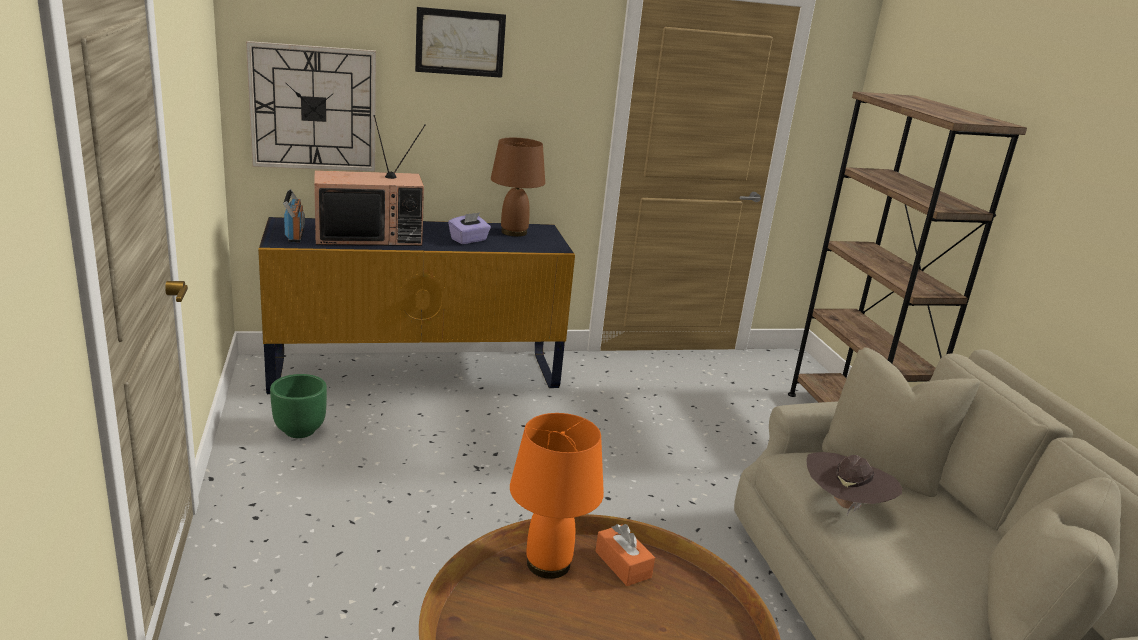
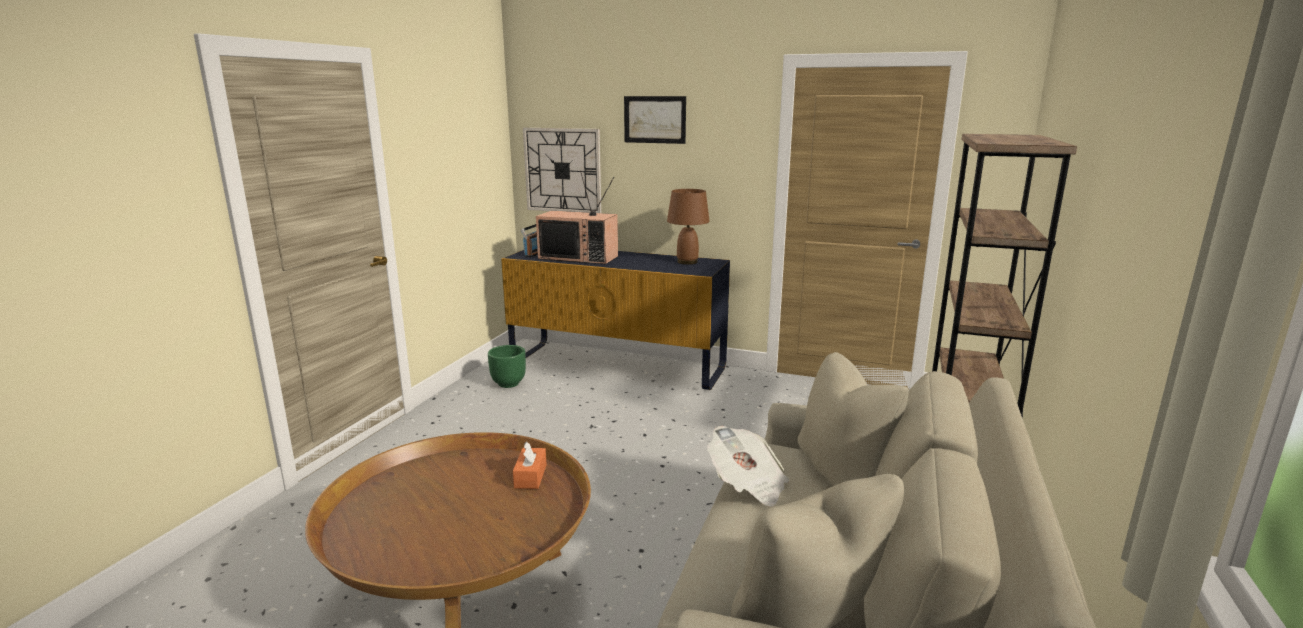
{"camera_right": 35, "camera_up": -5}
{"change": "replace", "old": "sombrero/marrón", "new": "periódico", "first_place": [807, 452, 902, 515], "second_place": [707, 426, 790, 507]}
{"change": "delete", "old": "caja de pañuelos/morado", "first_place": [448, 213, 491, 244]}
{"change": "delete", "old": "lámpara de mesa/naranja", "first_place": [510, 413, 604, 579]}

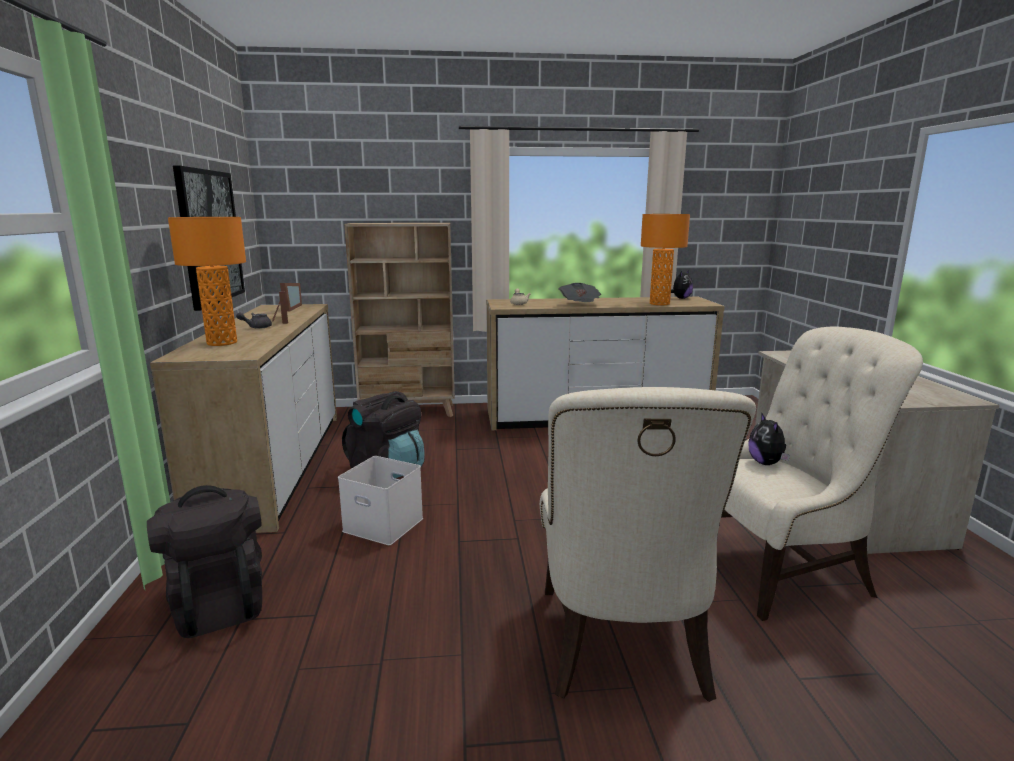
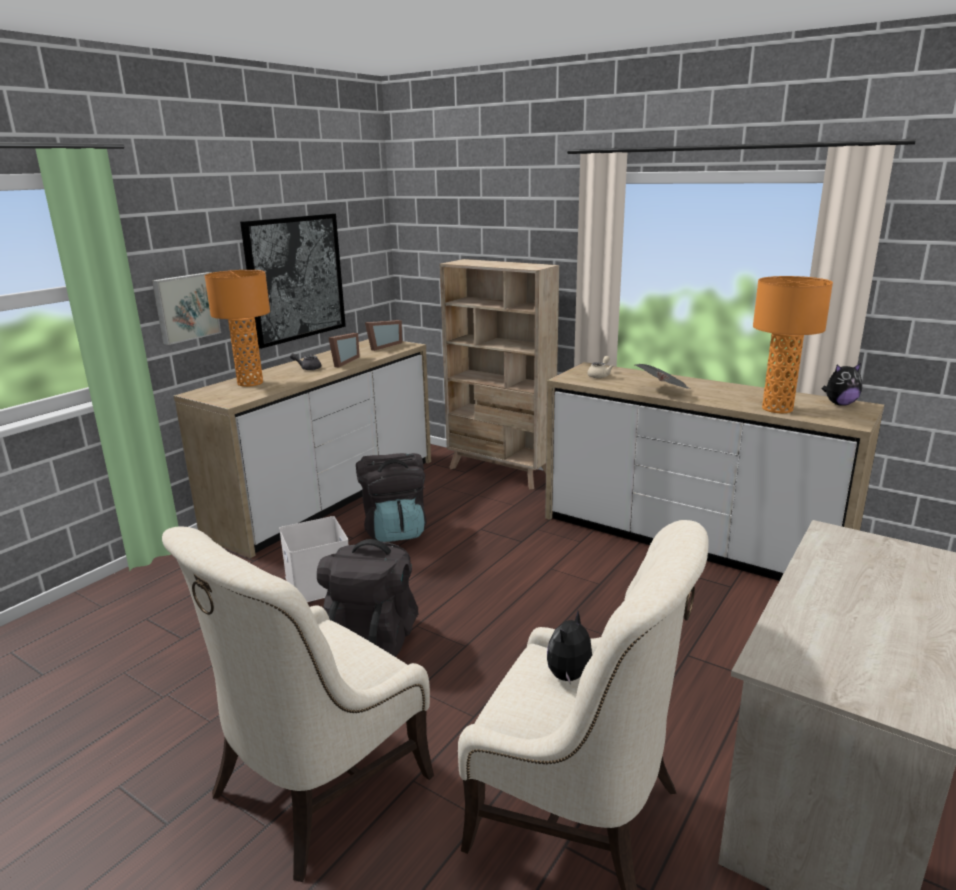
{"camera_right": 40, "camera_up": 5}
{"change": "insert", "new": "cuadro", "second_place": [152, 272, 221, 345]}
{"change": "move", "old": "mochila/negro", "first_place": [147, 485, 262, 638], "second_place": [317, 539, 418, 657]}

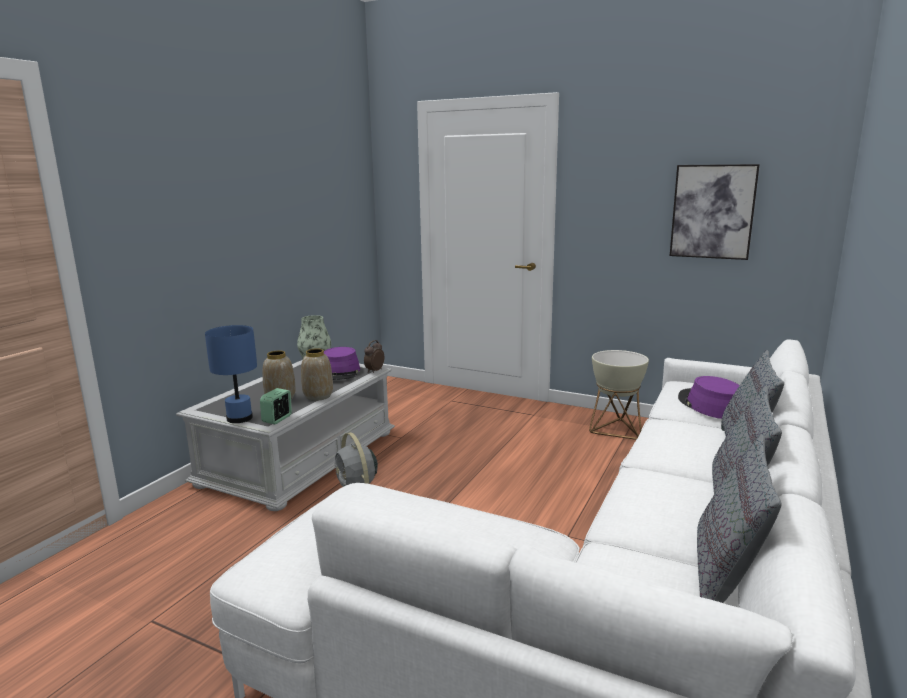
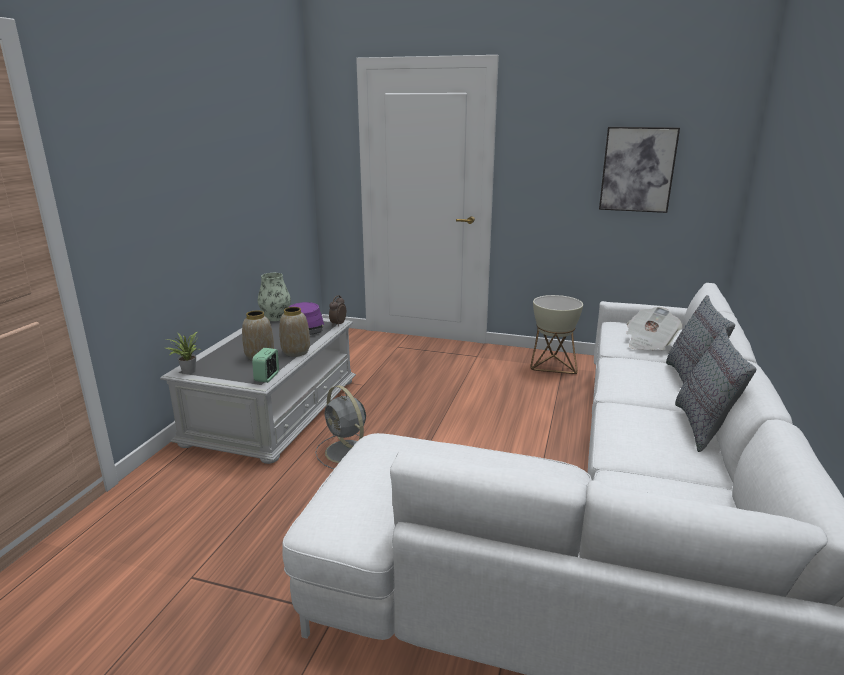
{"camera_right": -10, "camera_up": 5}
{"change": "insert", "new": "planta en maceta", "second_place": [165, 332, 201, 374]}
{"change": "replace", "old": "sombrero/morado", "new": "periódico", "first_place": [678, 376, 740, 419], "second_place": [626, 307, 682, 350]}
{"change": "delete", "old": "lámpara de mesa/azul", "first_place": [205, 325, 257, 423]}
{"change": "delete", "old": "cojín/gris", "first_place": [697, 434, 781, 603]}

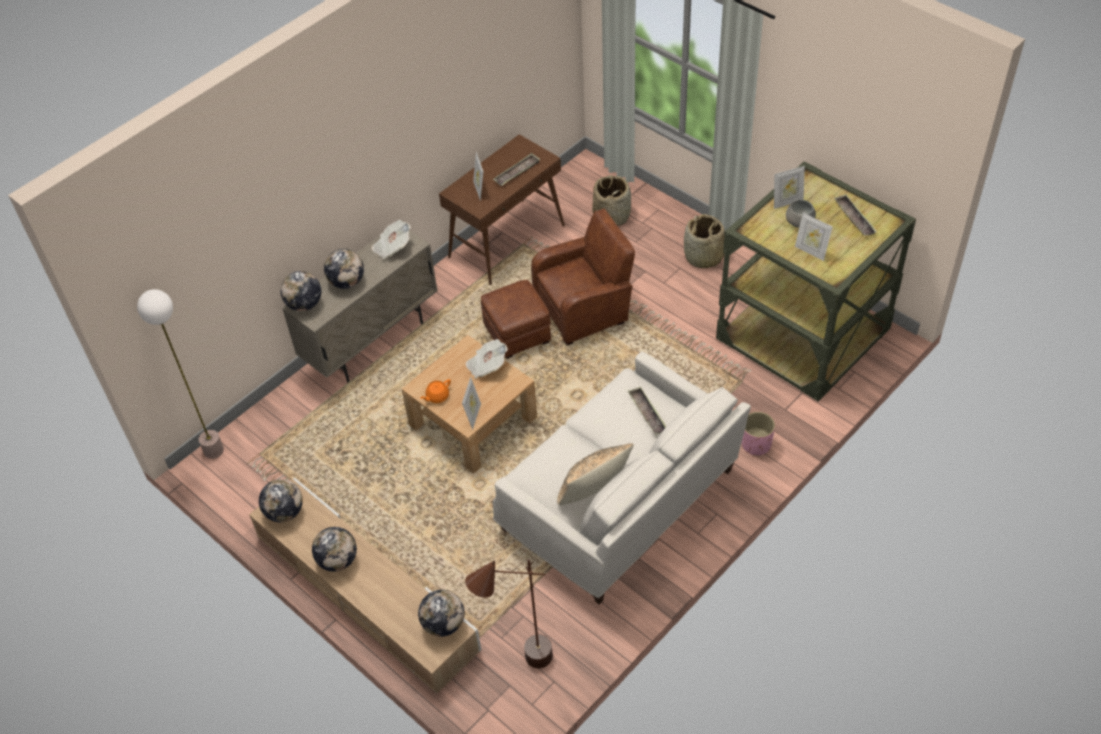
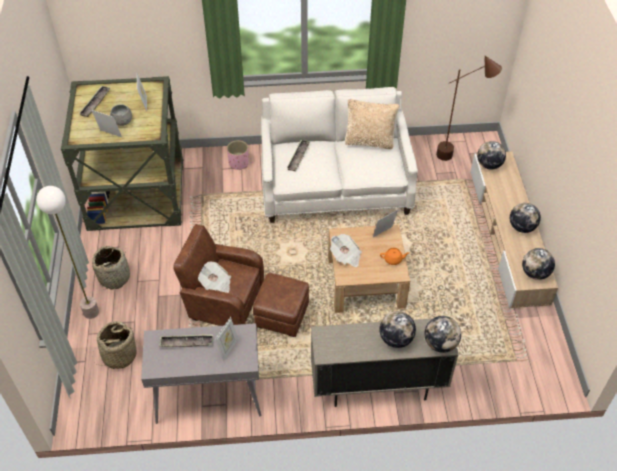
{"camera_right": -140, "camera_up": 0}
{"change": "move", "old": "lámpara de pie", "first_place": [137, 289, 224, 459], "second_place": [36, 186, 99, 319]}
{"change": "recolor", "old": "mesa consola/marrón", "new": "mesa consola/gris", "first_place": [439, 134, 565, 285], "second_place": [141, 323, 261, 424]}
{"change": "move", "old": "periódico", "first_place": [371, 220, 411, 259], "second_place": [198, 262, 231, 293]}

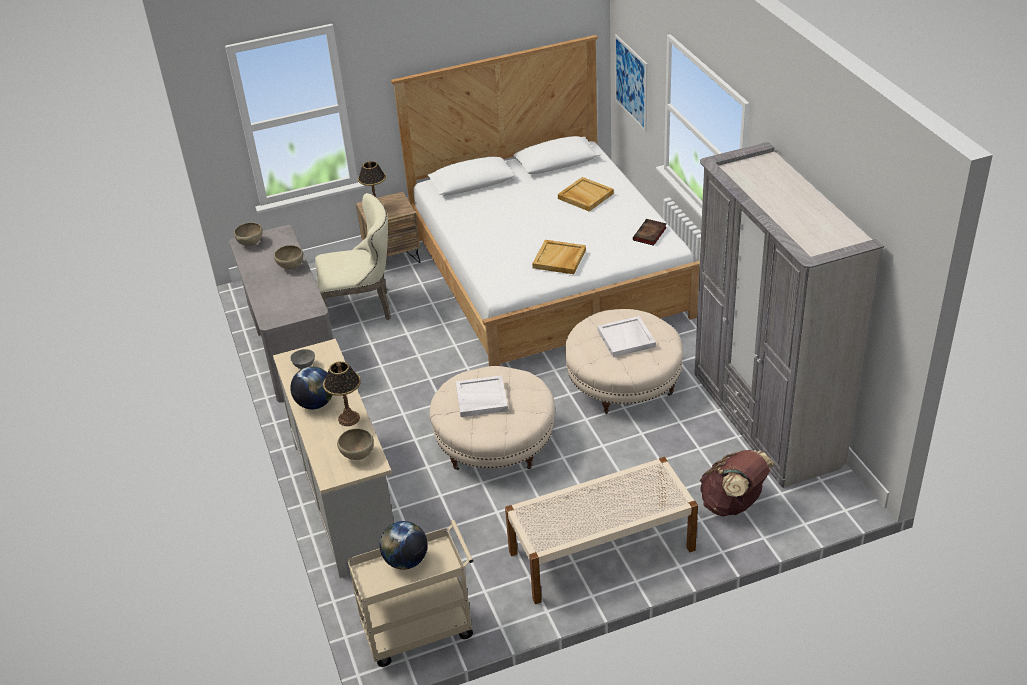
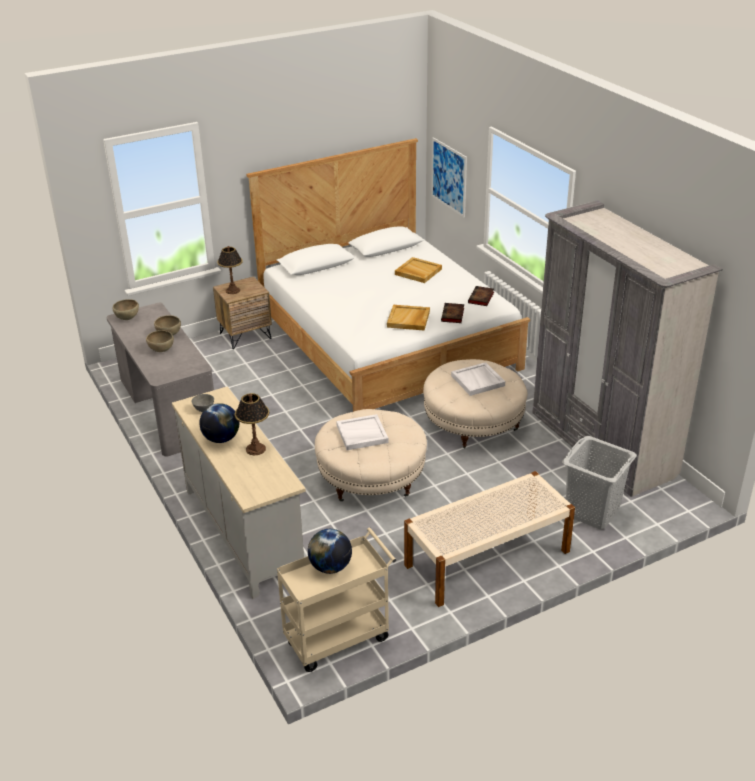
{"camera_right": -10, "camera_up": -5}
{"change": "move", "old": "cuenco/marrón", "first_place": [337, 428, 374, 460], "second_place": [146, 330, 174, 352]}
{"change": "insert", "new": "libro", "second_place": [441, 303, 464, 323]}
{"change": "replace", "old": "mochila/marrón", "new": "cesto de la ropa/gris", "first_place": [700, 450, 776, 517], "second_place": [562, 436, 637, 530]}
{"change": "delete", "old": "silla/beis", "first_place": [315, 193, 391, 320]}

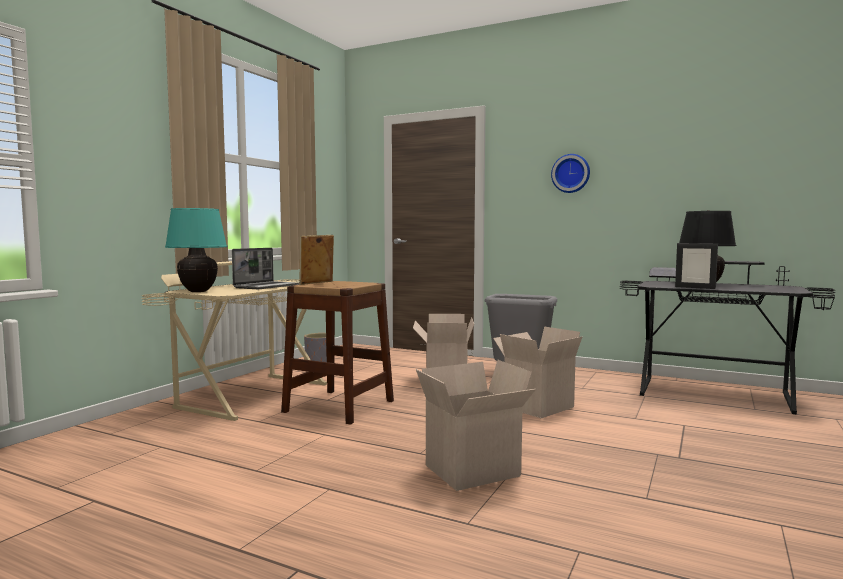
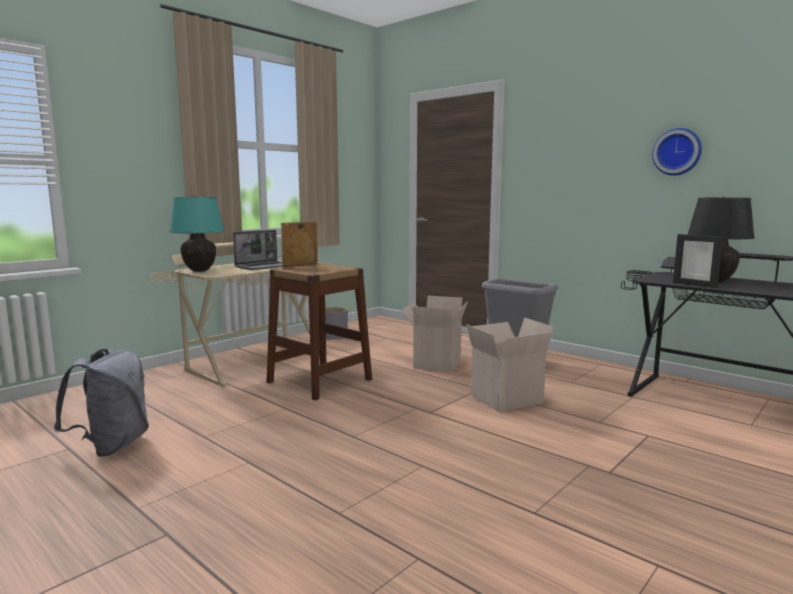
{"camera_right": 15, "camera_up": 5}
{"change": "insert", "new": "mochila/gris", "second_place": [54, 349, 149, 457]}
{"change": "move", "old": "reloj de pared", "first_place": [551, 154, 590, 193], "second_place": [652, 128, 702, 176]}
{"change": "delete", "old": "caja de cartón", "first_place": [416, 360, 536, 491]}

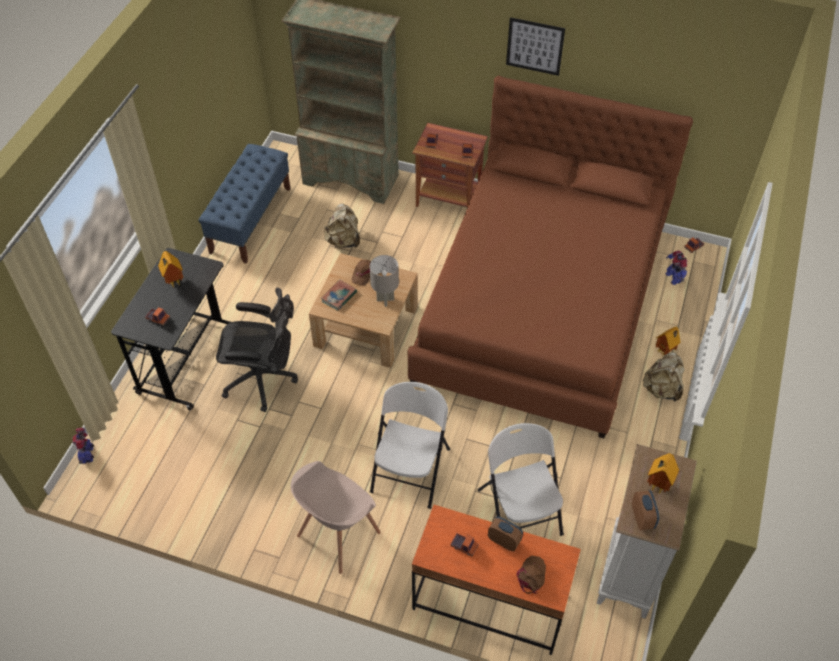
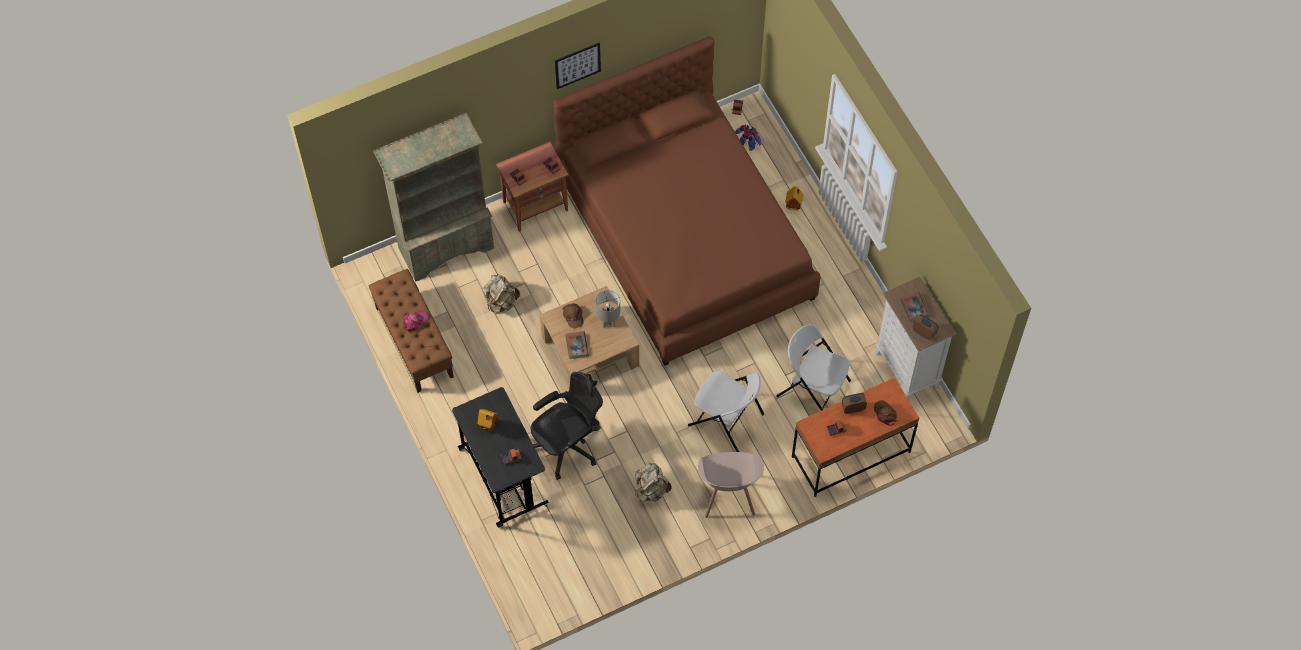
{"camera_right": -45, "camera_up": 10}
{"change": "recolor", "old": "banco/azul", "new": "banco/marrón", "first_place": [198, 144, 290, 264], "second_place": [369, 269, 454, 393]}
{"change": "insert", "new": "gorra/rosa", "second_place": [403, 311, 429, 332]}
{"change": "move", "old": "mochila/beis", "first_place": [642, 352, 685, 402], "second_place": [635, 462, 672, 502]}
{"change": "rotate", "old": "silla/blanco", "first_place": [370, 382, 450, 509], "second_place": [688, 371, 764, 452], "degrees": 150}
{"change": "replace", "old": "casita", "new": "libro", "first_place": [647, 453, 679, 493], "second_place": [900, 292, 929, 322]}
{"change": "delete", "old": "robot de juguete", "first_place": [73, 428, 94, 464]}

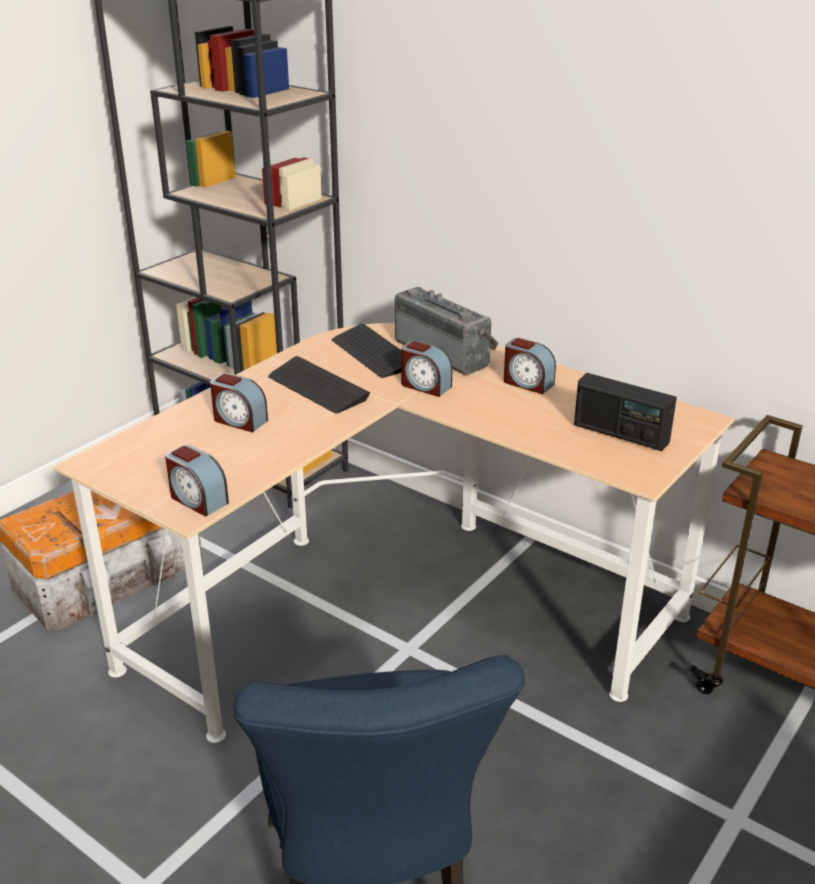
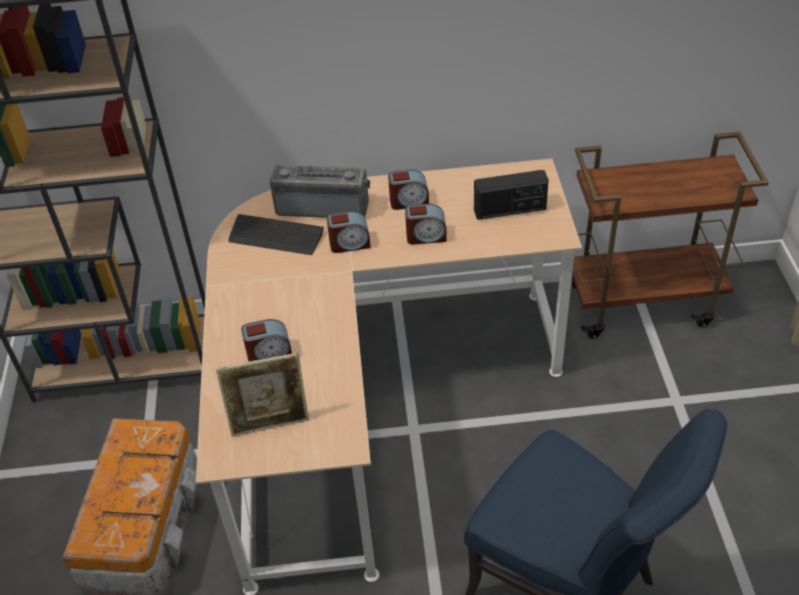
{"camera_right": -40, "camera_up": 15}
{"change": "insert", "new": "portarretratos", "second_place": [216, 353, 309, 437]}
{"change": "move", "old": "despertador", "first_place": [165, 445, 229, 517], "second_place": [405, 204, 447, 244]}
{"change": "delete", "old": "teclado", "first_place": [268, 356, 370, 414]}

